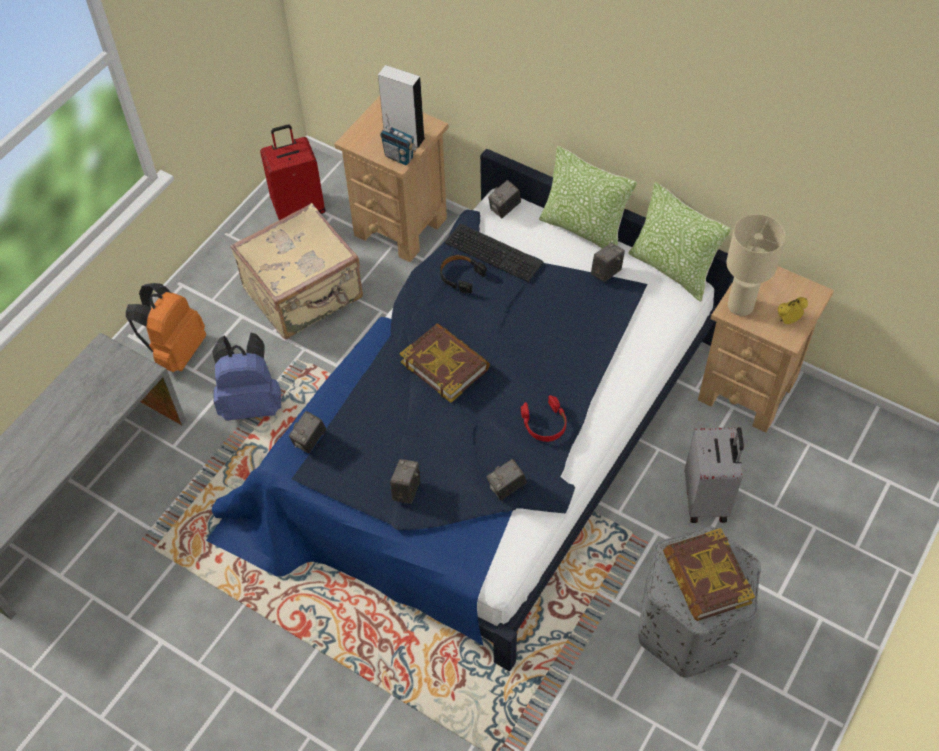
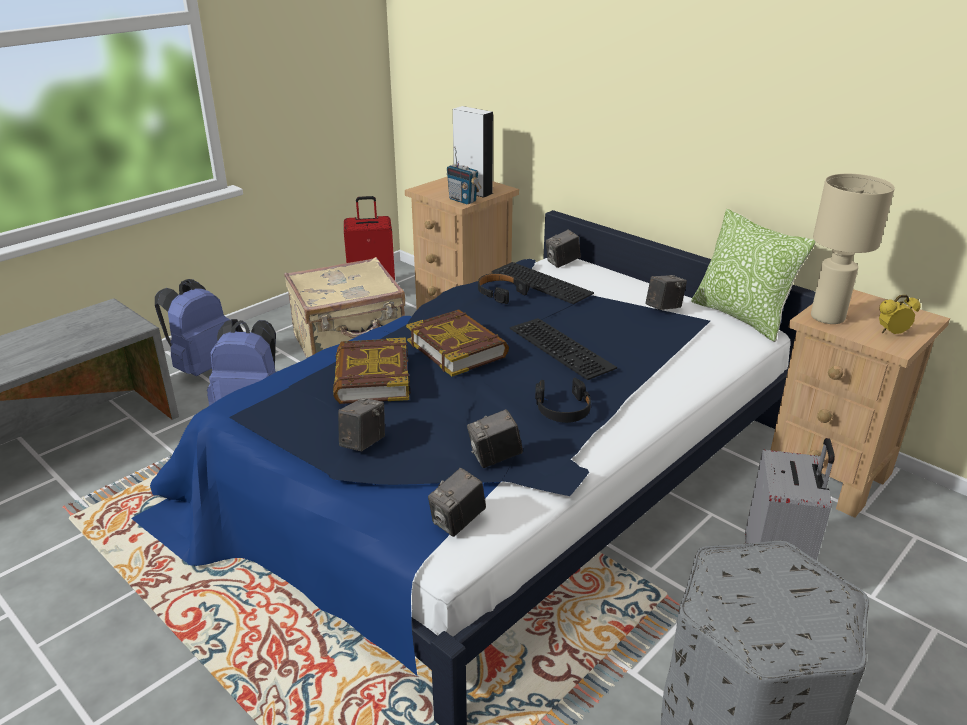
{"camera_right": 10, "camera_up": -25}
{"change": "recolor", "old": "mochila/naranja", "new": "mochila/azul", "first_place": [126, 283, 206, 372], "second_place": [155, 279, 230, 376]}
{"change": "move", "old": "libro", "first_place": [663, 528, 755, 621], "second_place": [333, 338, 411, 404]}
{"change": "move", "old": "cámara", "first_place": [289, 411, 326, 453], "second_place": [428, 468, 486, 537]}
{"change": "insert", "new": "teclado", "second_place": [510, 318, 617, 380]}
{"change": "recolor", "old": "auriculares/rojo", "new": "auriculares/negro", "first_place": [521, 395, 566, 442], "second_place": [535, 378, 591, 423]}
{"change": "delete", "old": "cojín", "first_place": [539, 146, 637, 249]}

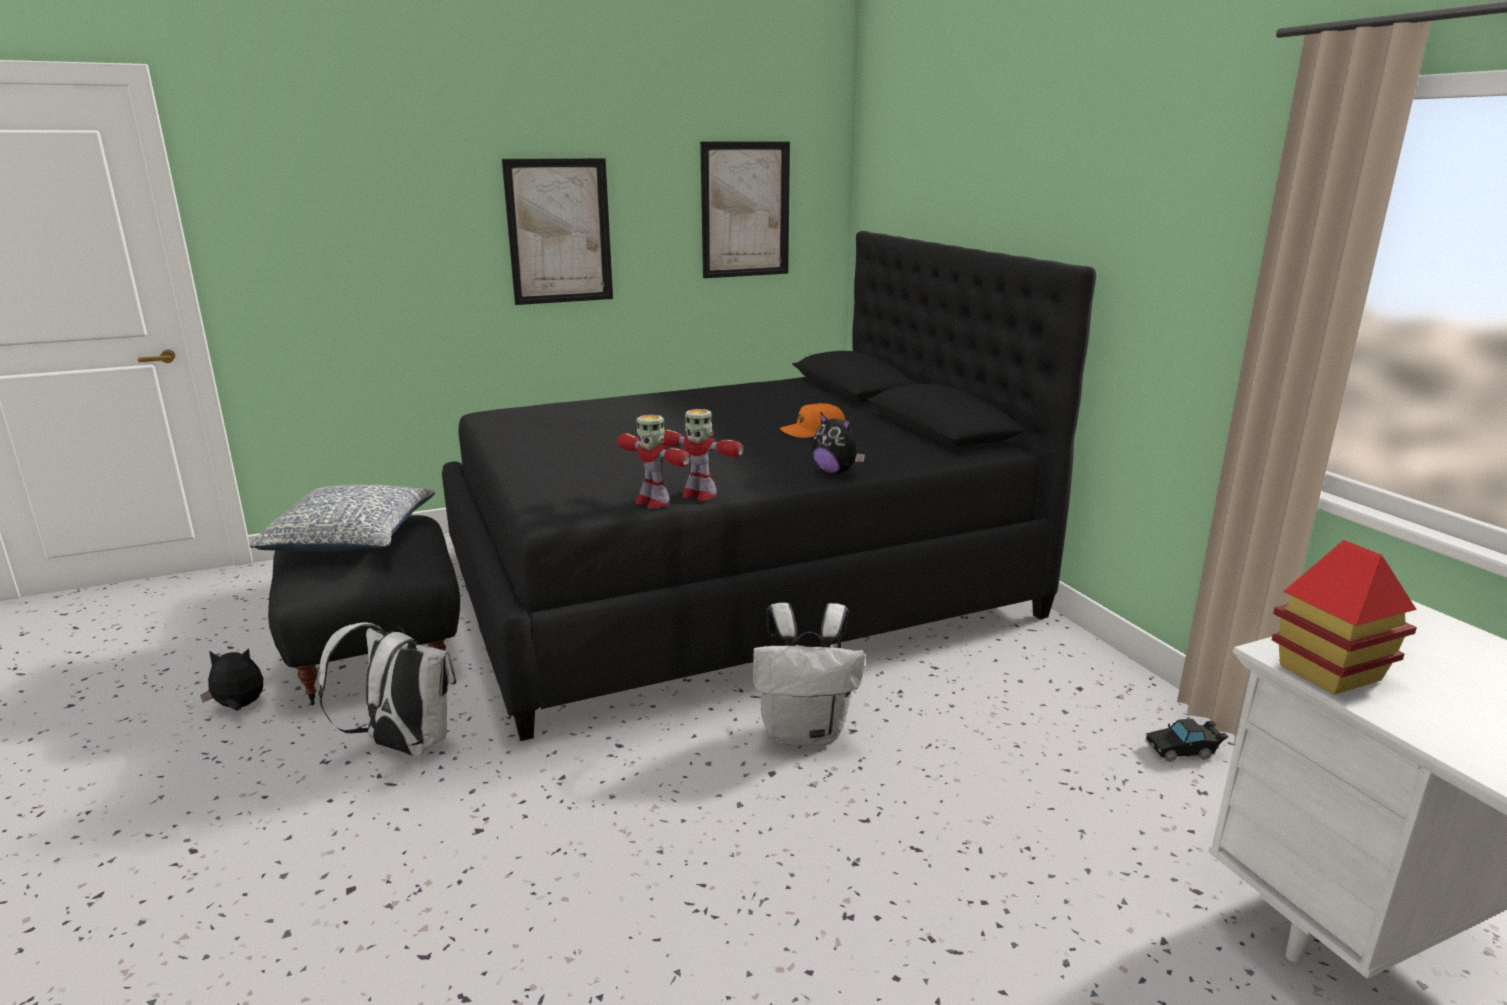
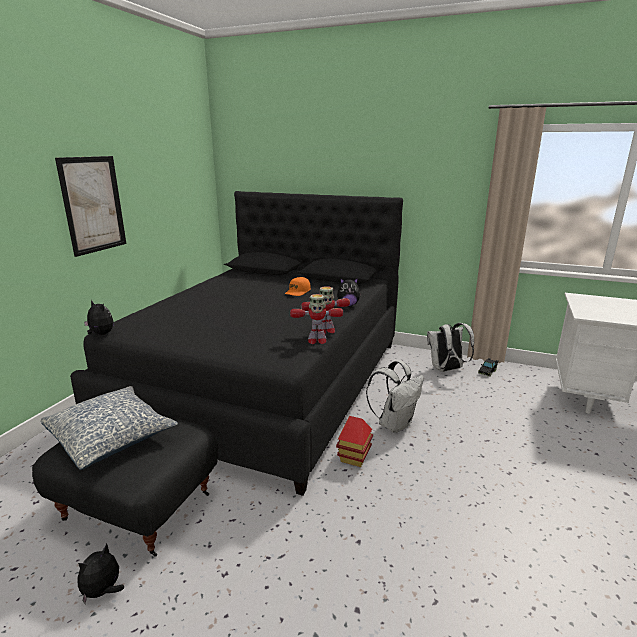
{"camera_right": -45, "camera_up": 0}
{"change": "insert", "new": "peluche", "second_place": [84, 300, 114, 335]}
{"change": "move", "old": "casita", "first_place": [1271, 540, 1417, 695], "second_place": [336, 416, 373, 467]}
{"change": "move", "old": "mochila/blanco", "first_place": [318, 622, 456, 756], "second_place": [427, 323, 474, 372]}
{"change": "delete", "old": "cuadro", "first_place": [700, 141, 790, 278]}

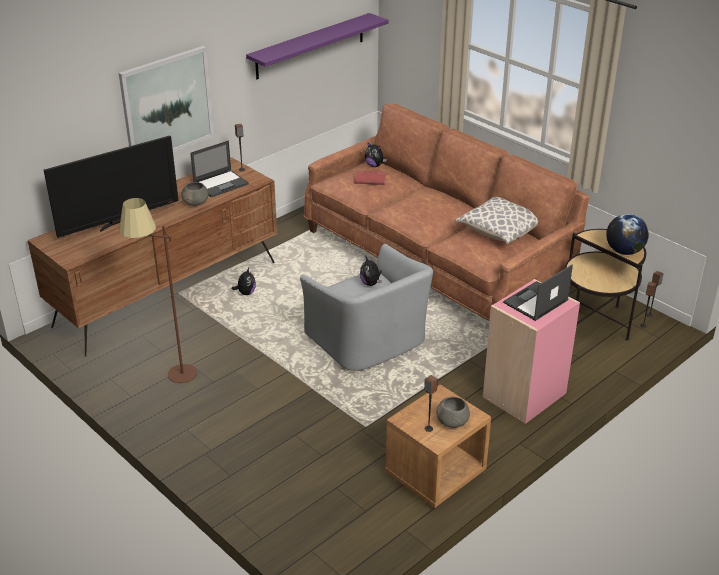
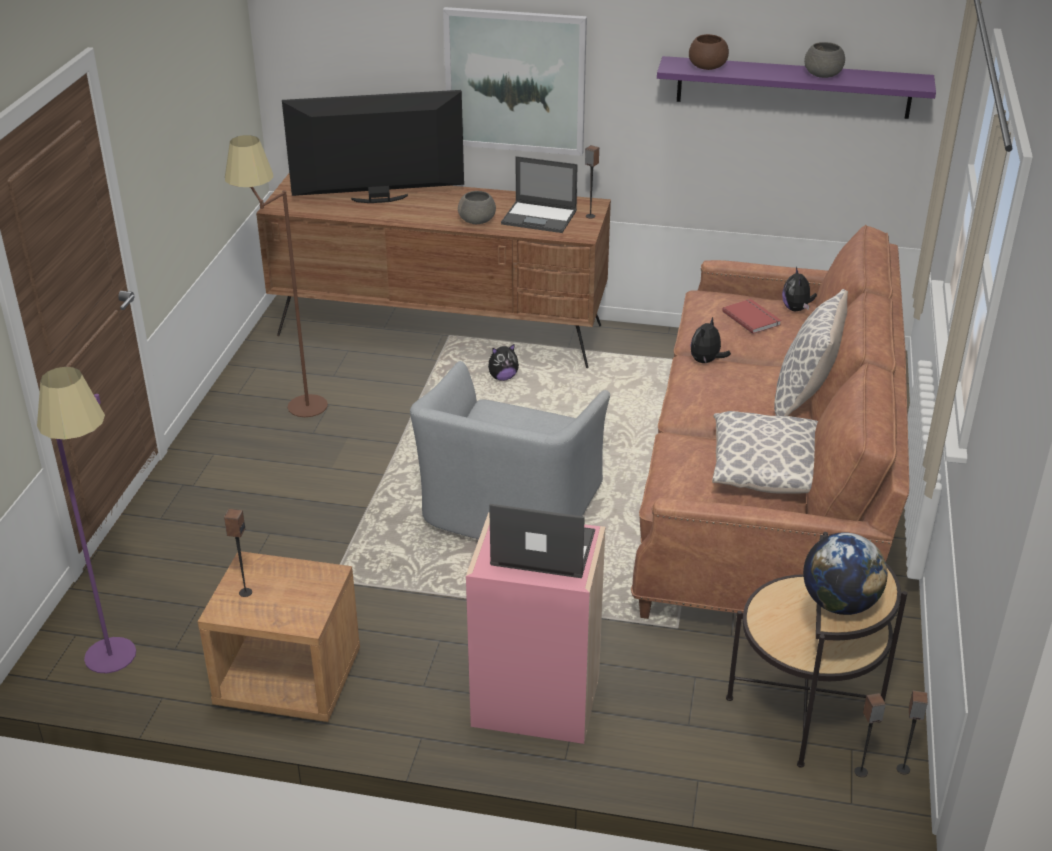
{"camera_right": 55, "camera_up": 0}
{"change": "insert", "new": "lámpara de pie/morado", "second_place": [37, 367, 136, 673]}
{"change": "rotate", "old": "televisor", "first_place": [44, 136, 179, 238], "second_place": [282, 90, 464, 203], "degrees": 150}
{"change": "insert", "new": "cuenco/marrón", "second_place": [689, 34, 729, 70]}
{"change": "move", "old": "peluche", "first_place": [360, 257, 382, 286], "second_place": [690, 317, 731, 364]}
{"change": "insert", "new": "cojín", "second_place": [774, 289, 848, 416]}
{"change": "move", "old": "cuenco/gris", "first_place": [436, 397, 470, 428], "second_place": [804, 42, 845, 78]}

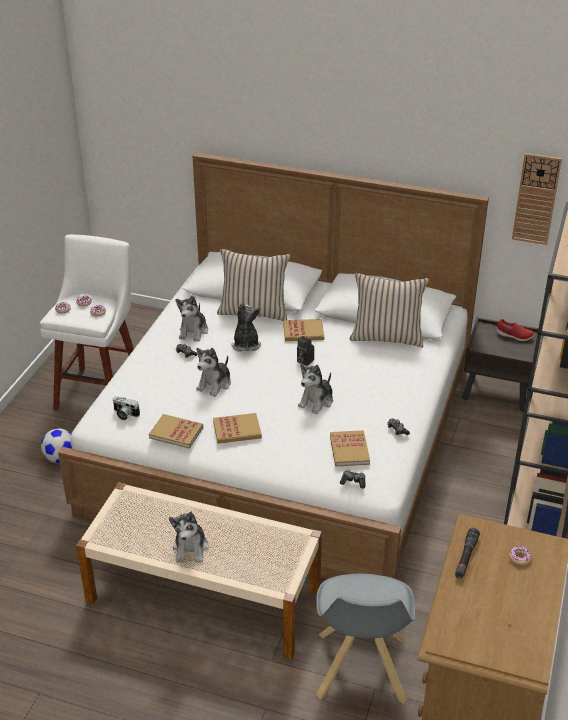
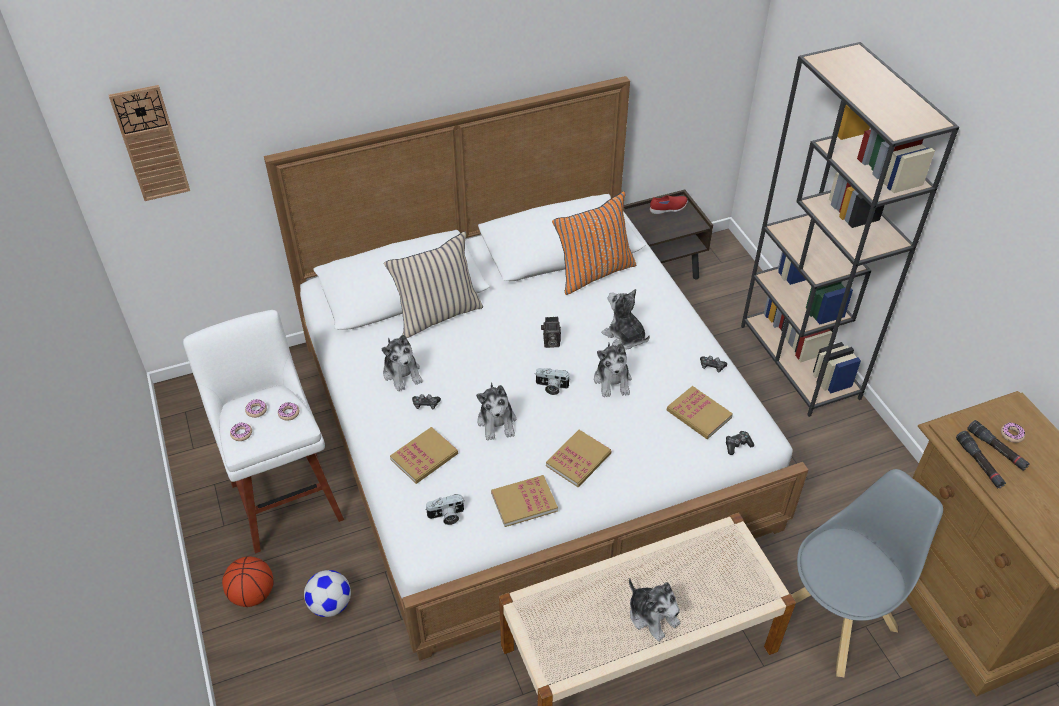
{"camera_right": -40, "camera_up": 10}
{"change": "move", "old": "reloj de pared", "first_place": [512, 153, 562, 245], "second_place": [109, 85, 190, 201]}
{"change": "insert", "new": "balón de baloncesto", "second_place": [222, 556, 274, 607]}
{"change": "move", "old": "libro", "first_place": [283, 319, 324, 341], "second_place": [390, 427, 458, 484]}
{"change": "insert", "new": "cámara", "second_place": [535, 368, 570, 395]}
{"change": "recolor", "old": "cojín/beis", "new": "cojín/naranja", "first_place": [350, 273, 429, 347], "second_place": [552, 191, 636, 295]}
{"change": "move", "old": "peluche", "first_place": [231, 303, 261, 352], "second_place": [602, 289, 650, 350]}
{"change": "rotate", "old": "silla/gris", "first_place": [316, 574, 415, 704], "second_place": [791, 469, 943, 677], "degrees": -90}
{"change": "insert", "new": "linterna/negro", "second_place": [967, 420, 1030, 471]}

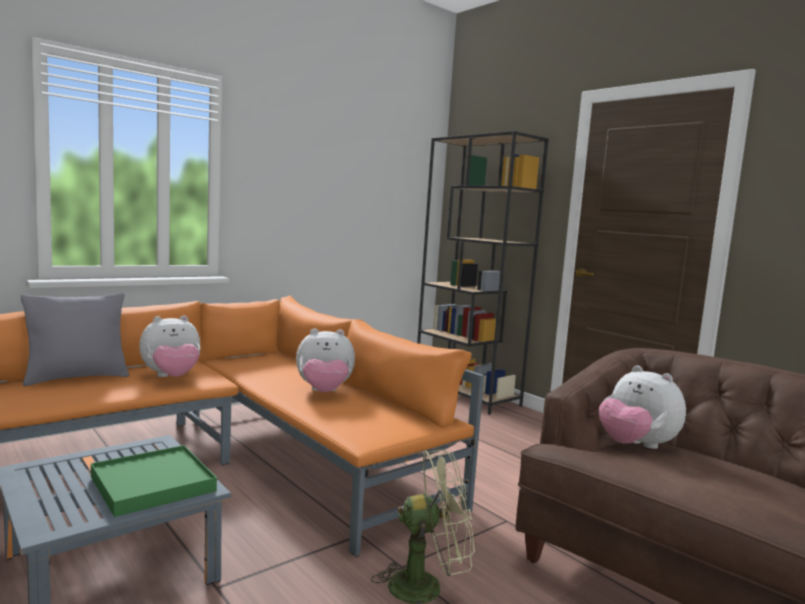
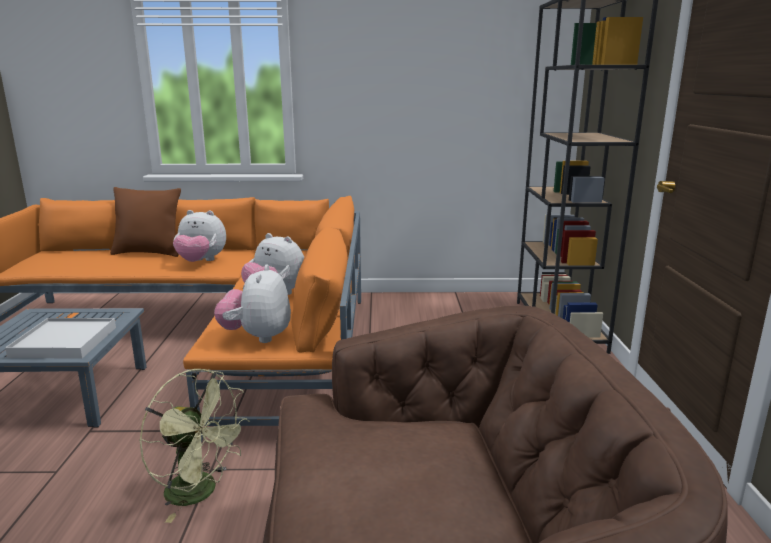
{"camera_right": 40, "camera_up": 10}
{"change": "recolor", "old": "bandeja/verde", "new": "bandeja/blanco", "first_place": [91, 445, 217, 517], "second_place": [5, 318, 116, 358]}
{"change": "recolor", "old": "cojín/gris", "new": "cojín/marrón", "first_place": [21, 293, 129, 386], "second_place": [110, 187, 181, 257]}
{"change": "move", "old": "peluche", "first_place": [599, 366, 686, 449], "second_place": [214, 264, 291, 343]}

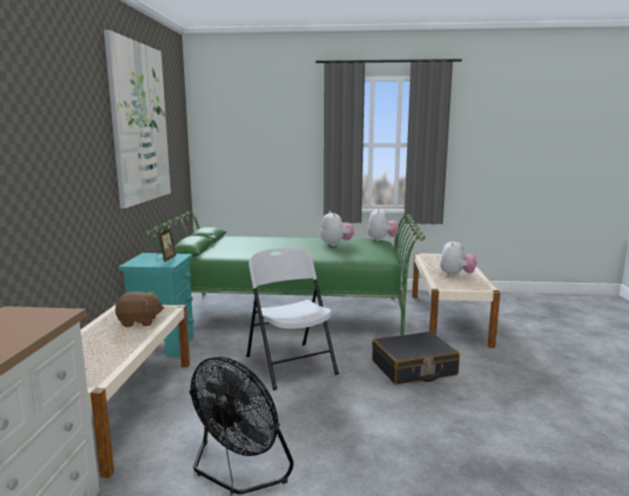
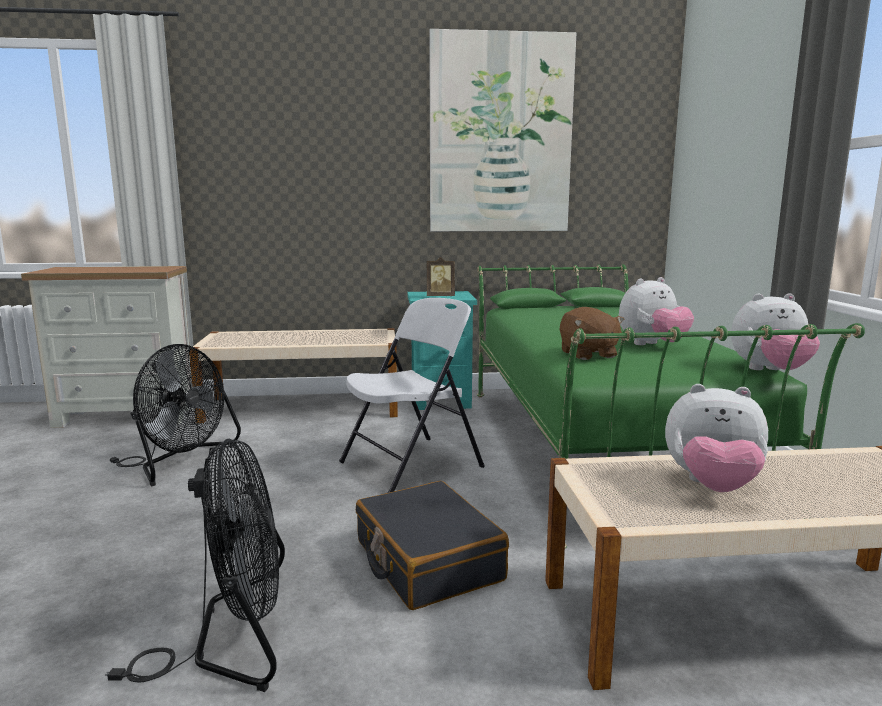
{"camera_right": 80, "camera_up": 0}
{"change": "insert", "new": "ventilador/negro", "second_place": [105, 439, 285, 692]}
{"change": "move", "old": "peluche/marrón", "first_place": [115, 291, 164, 327], "second_place": [560, 307, 624, 360]}

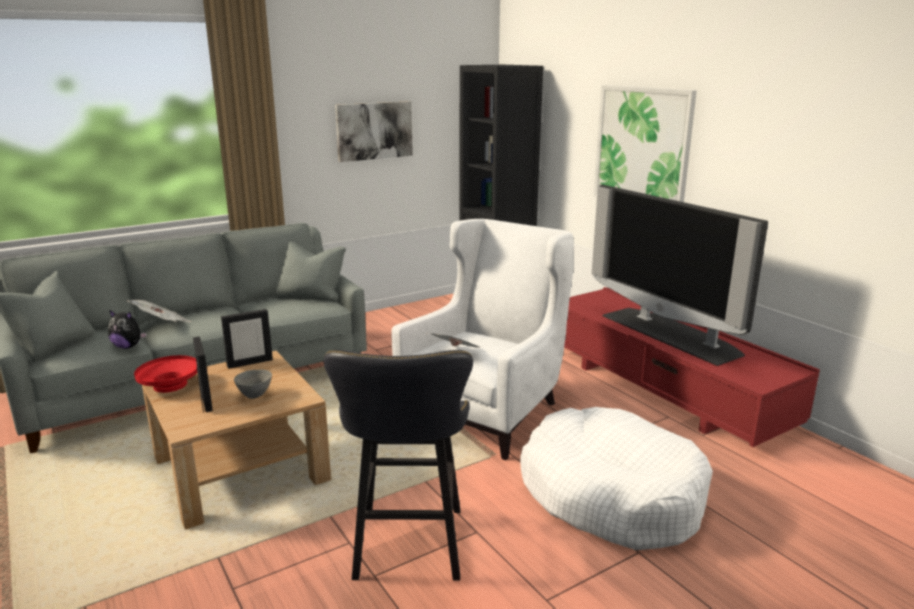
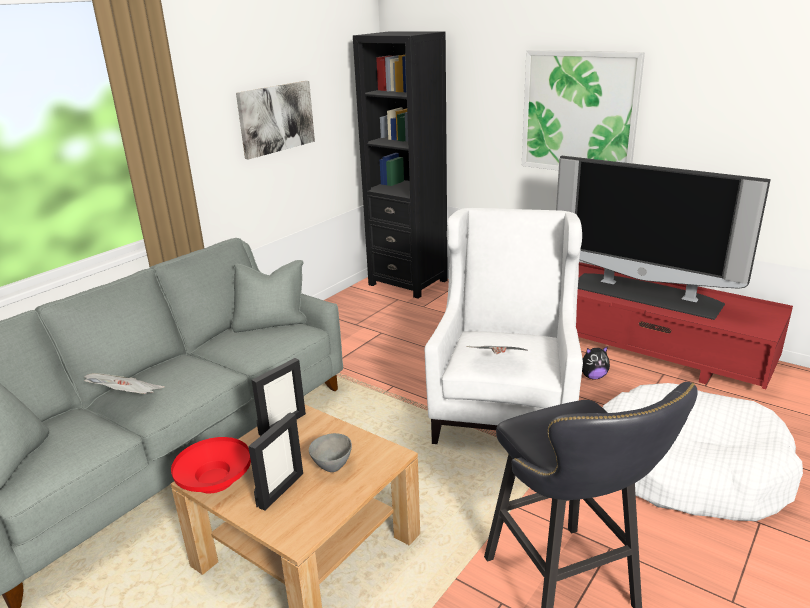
{"camera_right": -20, "camera_up": 5}
{"change": "rotate", "old": "portarretratos", "first_place": [193, 337, 213, 413], "second_place": [248, 412, 303, 511], "degrees": 75}
{"change": "move", "old": "peluche", "first_place": [108, 310, 147, 349], "second_place": [582, 346, 610, 380]}

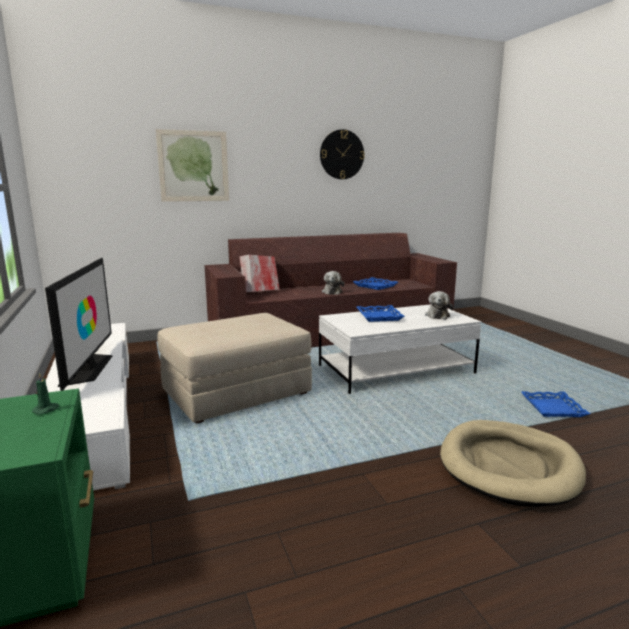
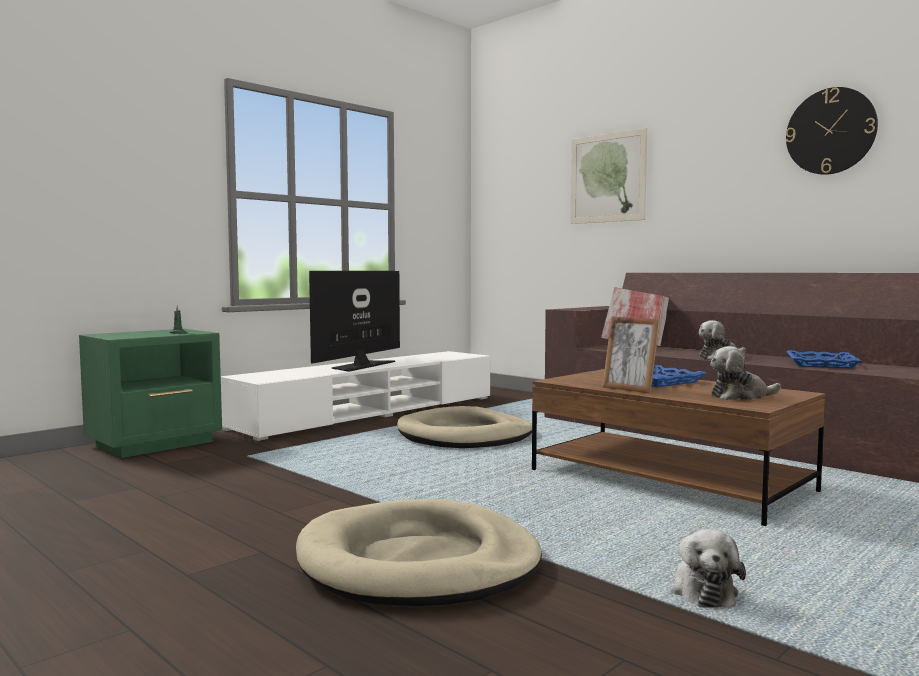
{"camera_right": 65, "camera_up": -10}
{"change": "rotate", "old": "televisor", "first_place": [45, 258, 112, 391], "second_place": [309, 271, 400, 372], "degrees": 150}
{"change": "replace", "old": "puf/beis", "new": "cama para perro/beis", "first_place": [157, 313, 312, 424], "second_place": [397, 406, 532, 448]}
{"change": "recolor", "old": "mesa de centro/blanco", "new": "mesa de centro/marrón", "first_place": [319, 304, 481, 394], "second_place": [532, 369, 825, 526]}
{"change": "insert", "new": "portarretratos", "second_place": [602, 317, 660, 394]}
{"change": "replace", "old": "bandeja/azul", "new": "peluche", "first_place": [521, 391, 590, 417], "second_place": [670, 529, 746, 608]}

